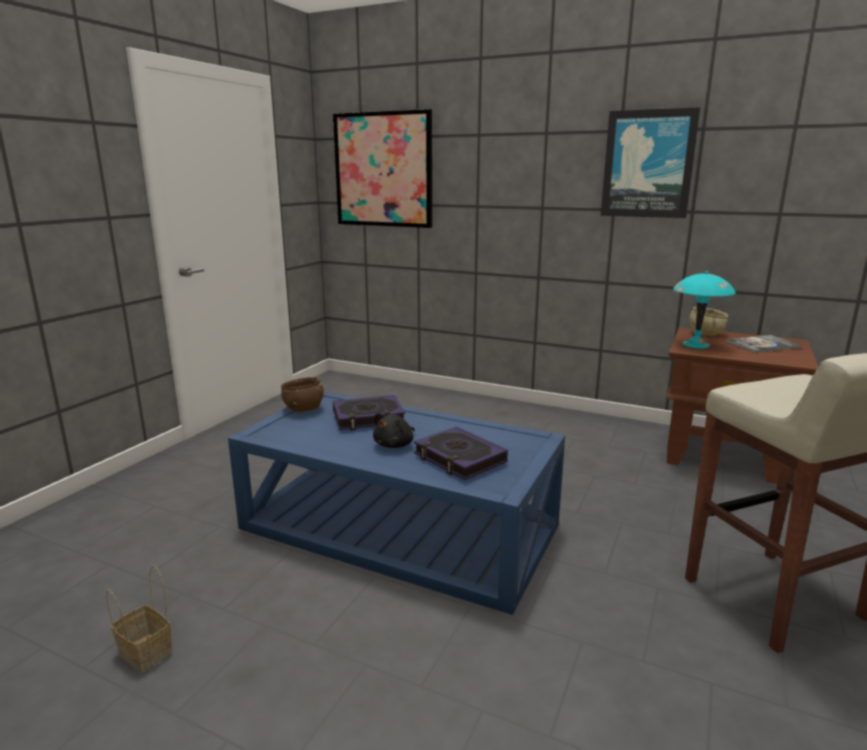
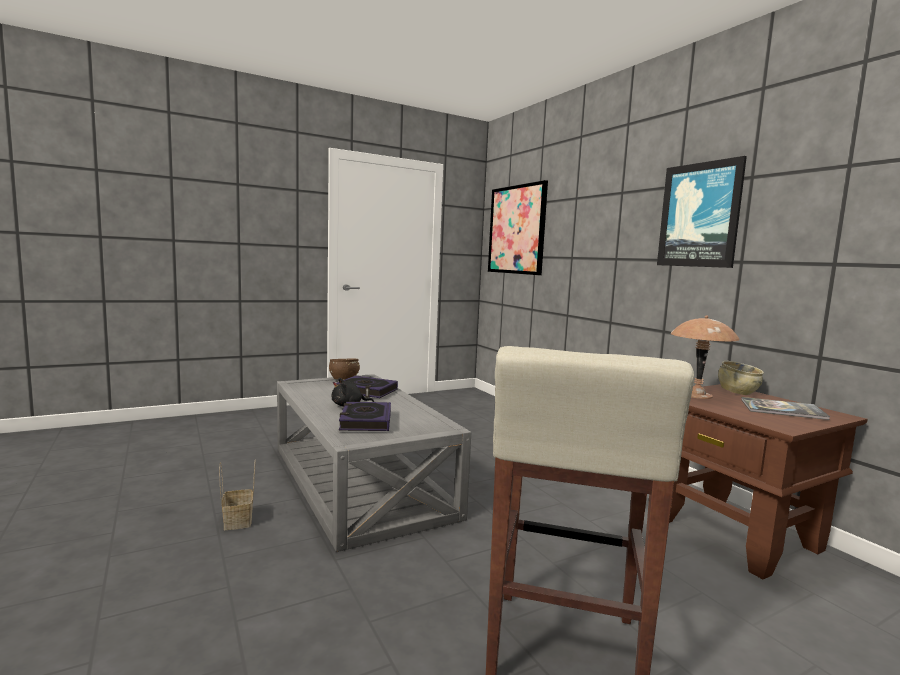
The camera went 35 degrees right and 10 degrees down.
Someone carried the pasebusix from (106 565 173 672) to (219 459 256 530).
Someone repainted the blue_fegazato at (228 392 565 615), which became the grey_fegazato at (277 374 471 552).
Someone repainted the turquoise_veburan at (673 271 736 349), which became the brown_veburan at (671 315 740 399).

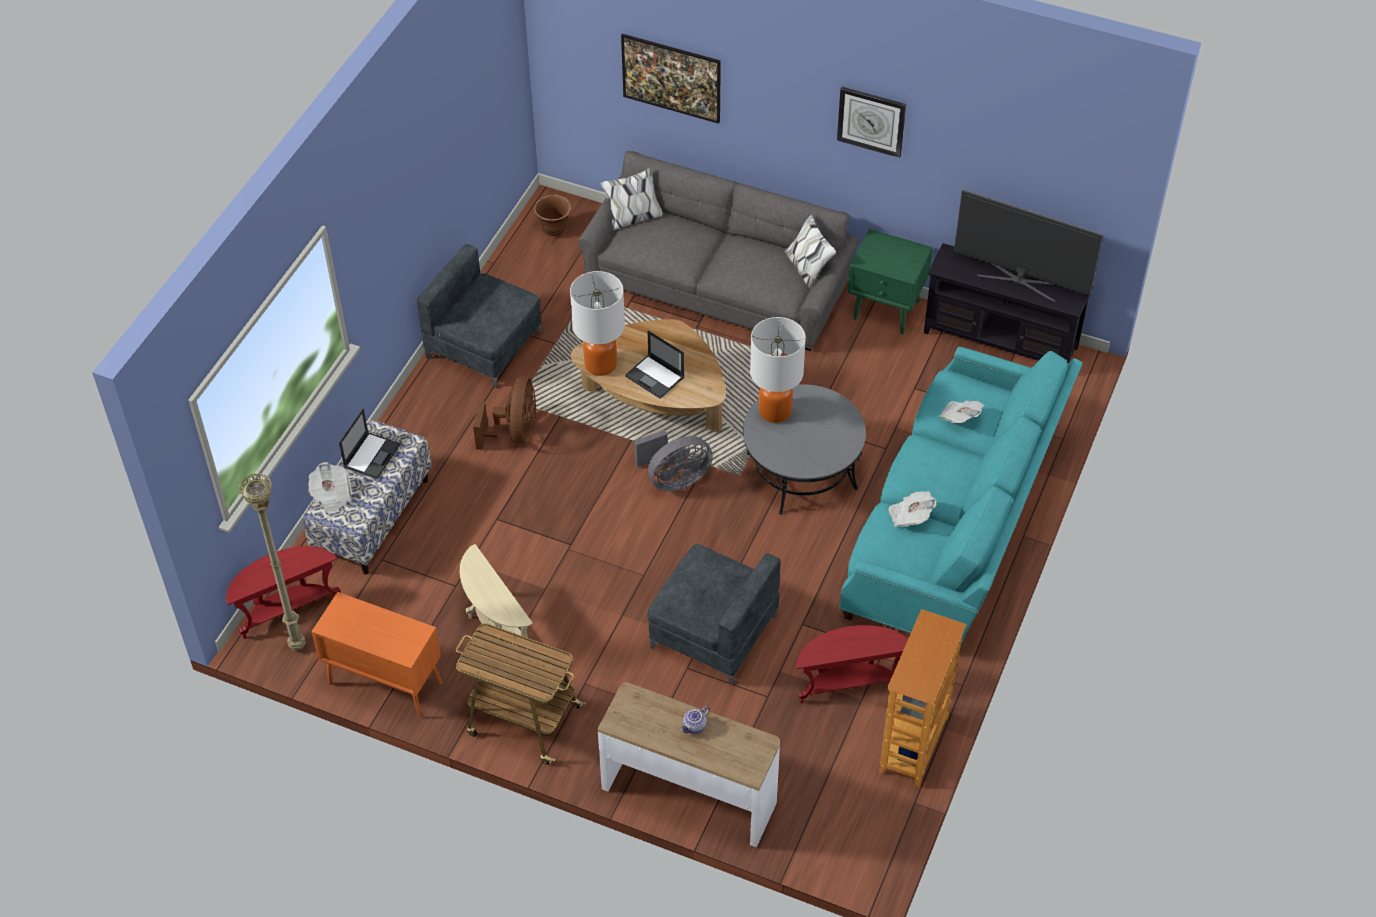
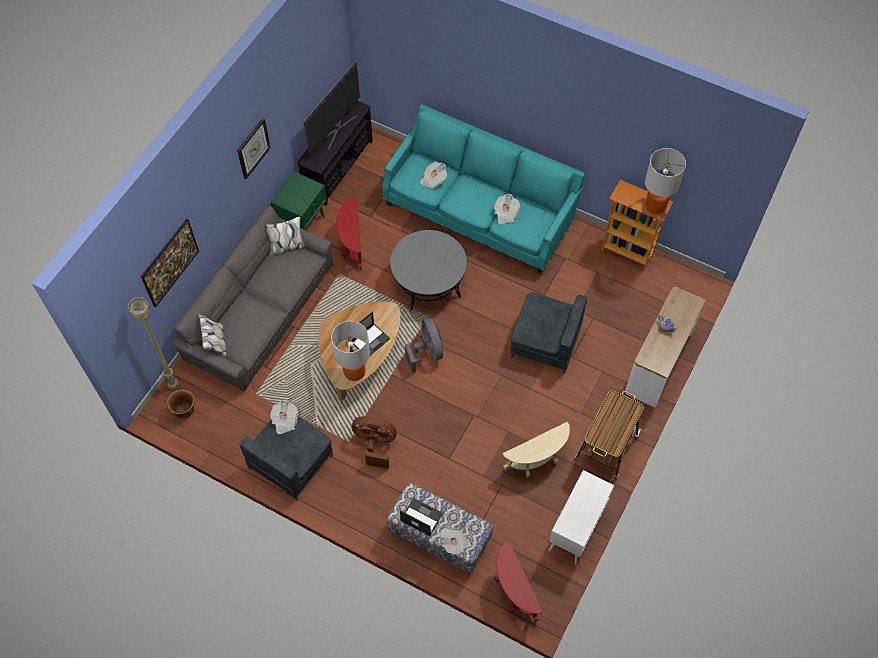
The camera went 85 degrees left and 10 degrees up.
Someone carried the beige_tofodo from (238 473 306 651) to (127 297 179 389).
Someone repainted the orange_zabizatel at (311 592 442 719), which became the white_zabizatel at (549 470 614 565).
Someone rotated the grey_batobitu at (648 544 781 685) by 75 degrees clockwise.
Someone carried the veburan from (750 317 806 423) to (645 148 686 214).
Someone carried the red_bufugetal from (796 625 908 703) to (336 197 362 271).
Someone put down the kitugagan at (270 400 298 434).

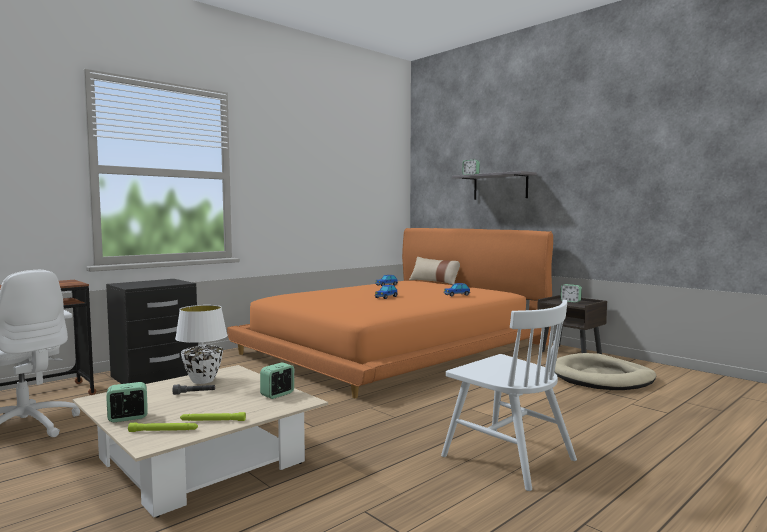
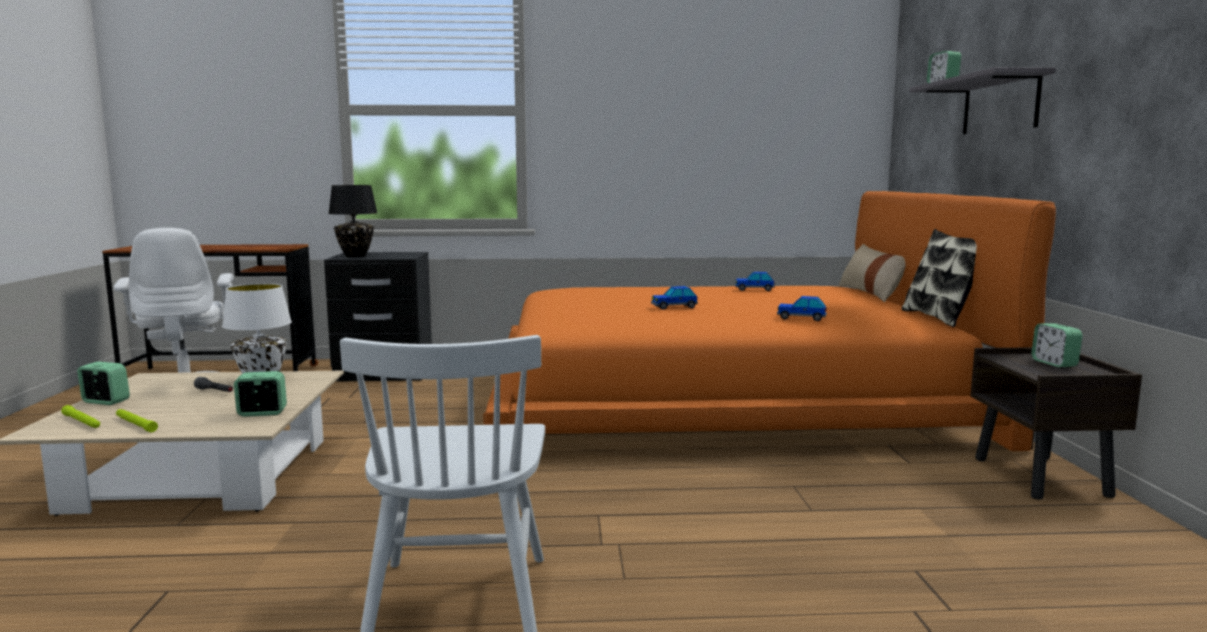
The camera went 40 degrees right and 5 degrees up.
Someone took away the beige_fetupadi at (555 353 656 390).
Someone put down the black_veburan at (328 185 377 257).
Someone put down the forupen at (902 229 977 327).

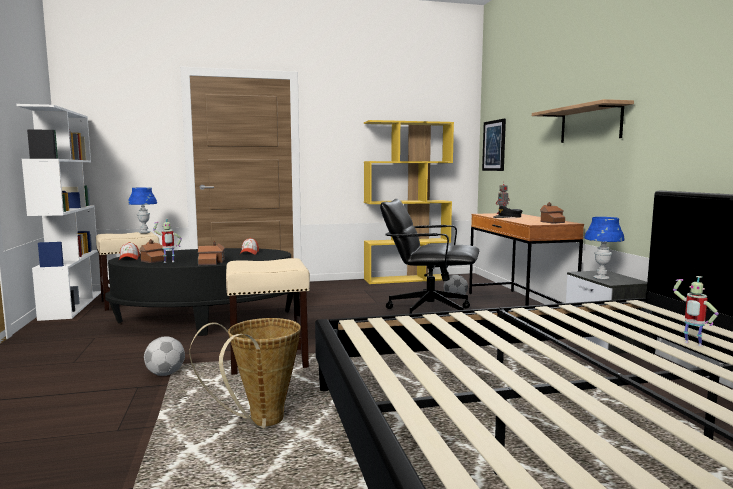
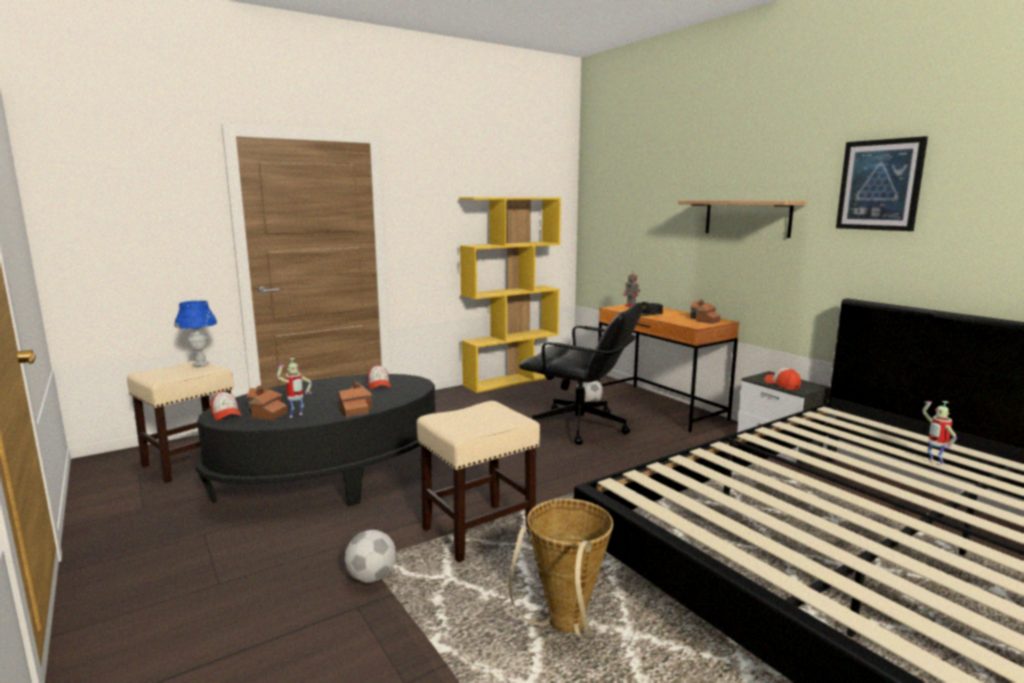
The camera went 20 degrees left and 5 degrees up.
Someone took away the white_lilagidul at (16 104 101 321).
Someone rotated the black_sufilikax at (380 199 479 314) by 150 degrees counterclockwise.
Someone carried the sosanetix from (482 119 506 171) to (836 136 928 231).
Someone swapped the blue_veburan at (584 217 625 280) for the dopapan at (765 368 801 390).
Someone rotated the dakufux at (673 276 719 346) by 45 degrees clockwise.

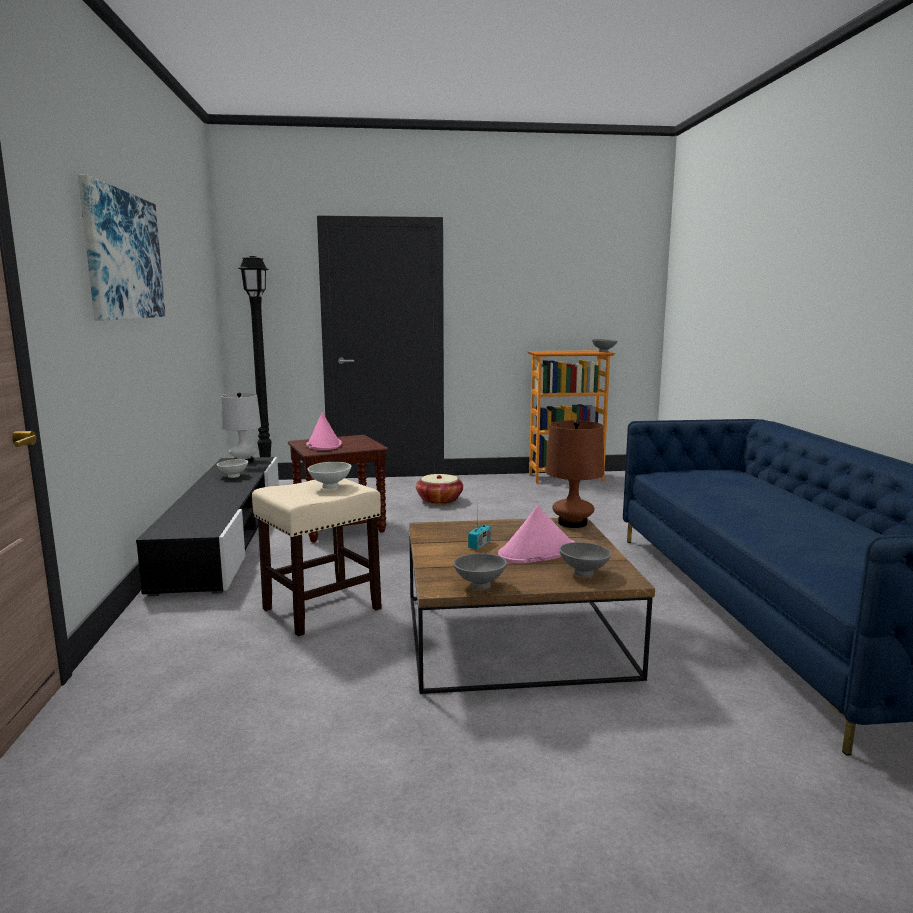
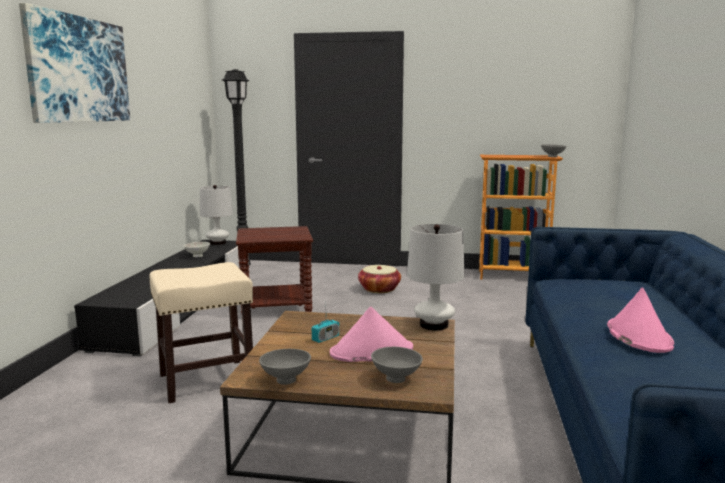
The camera went 15 degrees right and 0 degrees up.
Someone carried the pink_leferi from (306 413 342 450) to (607 287 674 353).
Someone took away the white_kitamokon at (307 462 351 489).
Someone repainted the brown_veburan at (546 420 604 528), which became the white_veburan at (407 224 464 330).

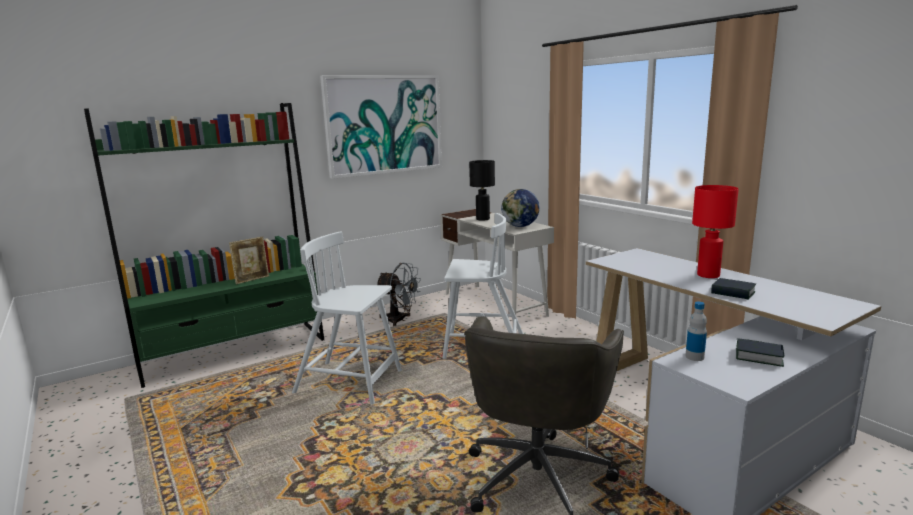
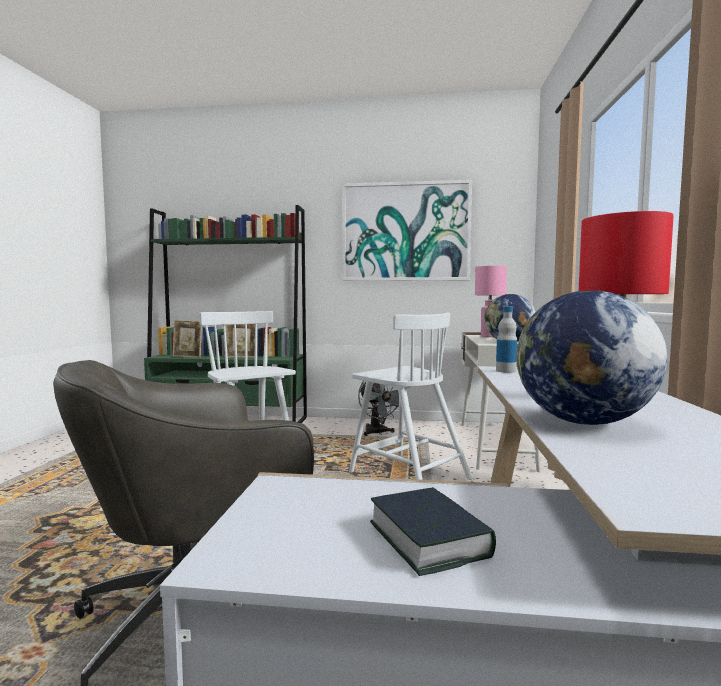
The camera went 40 degrees right and 10 degrees down.
Someone repainted the black_veburan at (469 160 495 221), which became the pink_veburan at (475 266 507 337).
Someone carried the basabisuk from (686 302 707 361) to (496 306 517 373).
Someone swapped the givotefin at (711 278 756 300) for the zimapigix at (516 290 667 425).
Someone put down the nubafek at (173 320 202 358).

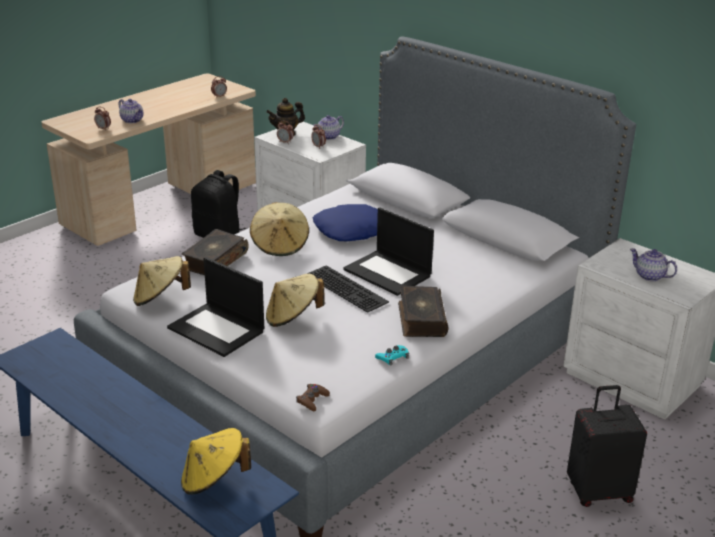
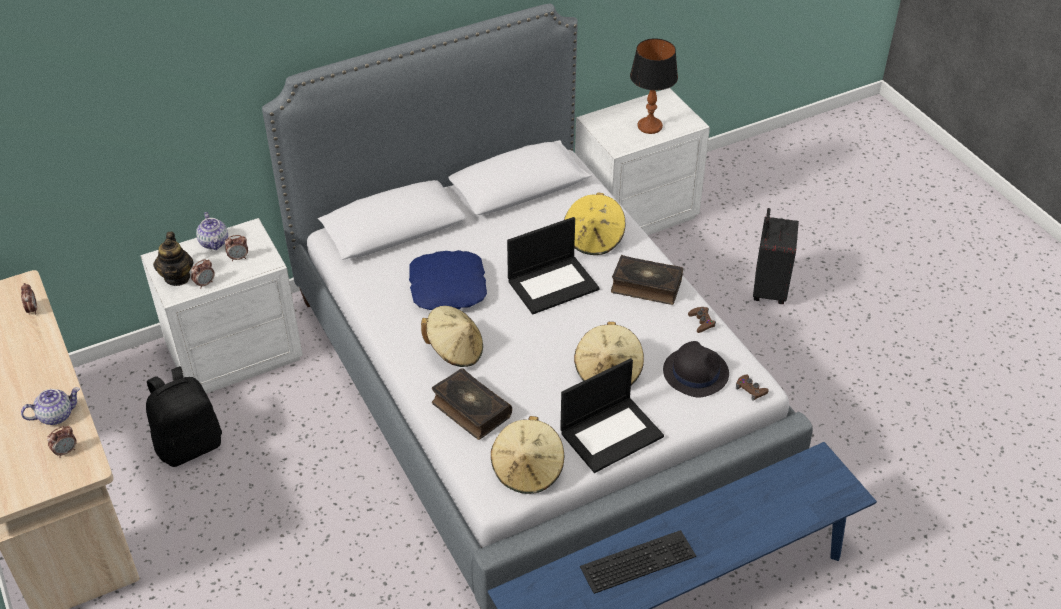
The camera went 70 degrees left and 15 degrees up.
Someone carried the yellow_leferi from (181 428 251 495) to (564 192 626 255).
Someone carried the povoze from (307 265 389 313) to (580 530 696 594).
Someone repainted the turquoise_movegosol at (375 345 409 366), which became the brown_movegosol at (688 307 716 333).
Someone swapped the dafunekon at (630 248 677 281) for the veburan at (630 38 678 134).
Someone put down the black_leferi at (663 341 729 398).

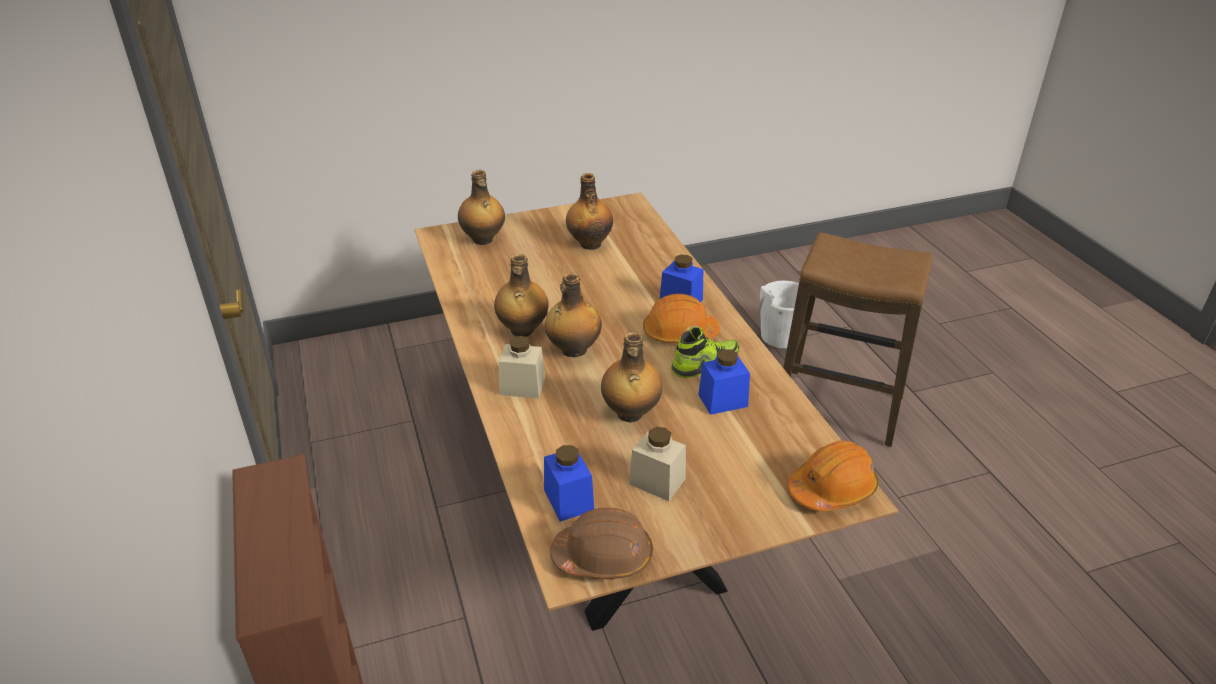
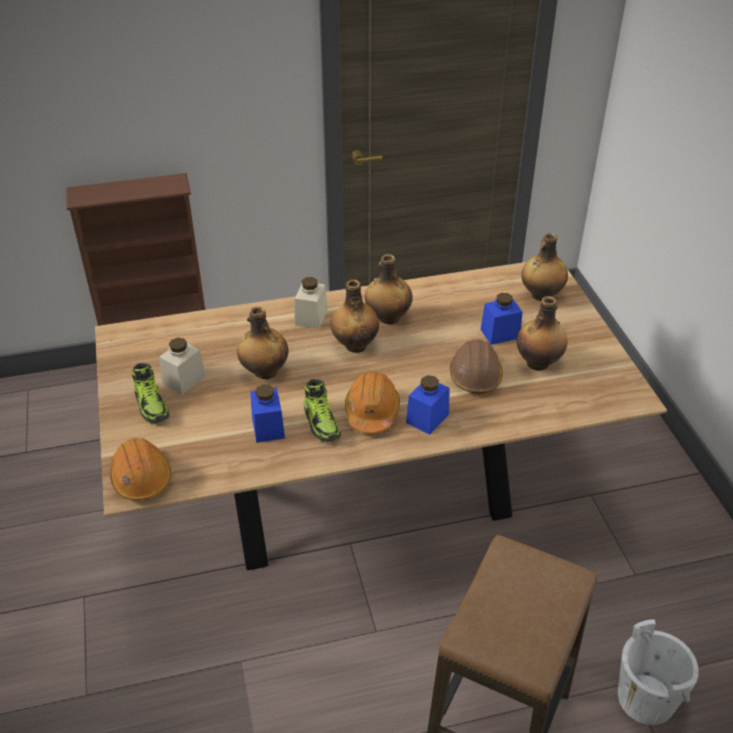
The camera went 95 degrees right and 5 degrees up.
Someone carried the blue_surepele from (544 445 594 522) to (480 293 522 345).
Someone carried the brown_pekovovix from (550 508 653 579) to (450 339 503 394).
Someone put down the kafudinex at (131 363 170 423).

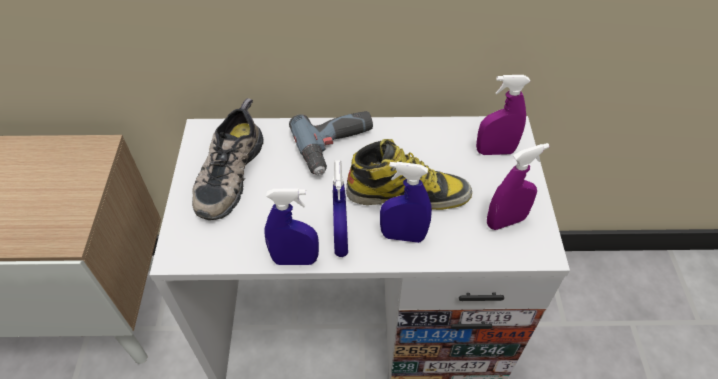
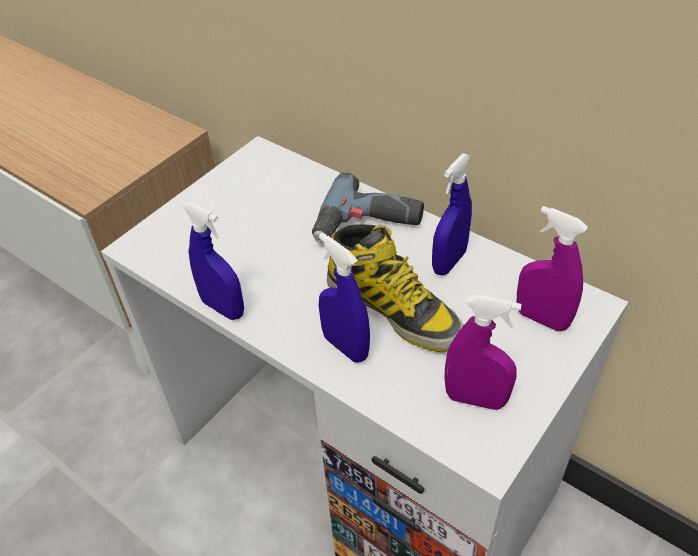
The camera went 40 degrees right and 5 degrees down.
Someone took away the kafudinex at (192 98 264 220).
Someone carried the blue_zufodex from (333 160 348 257) to (432 153 472 276).

